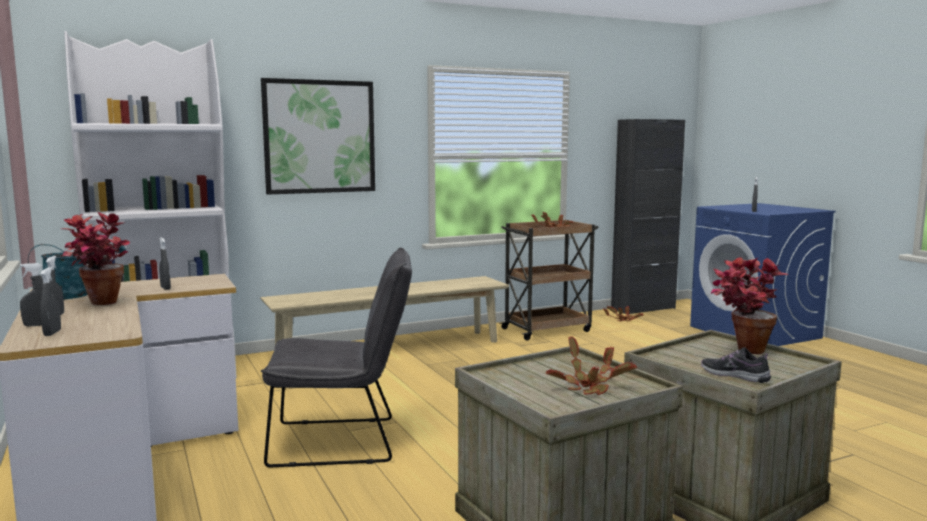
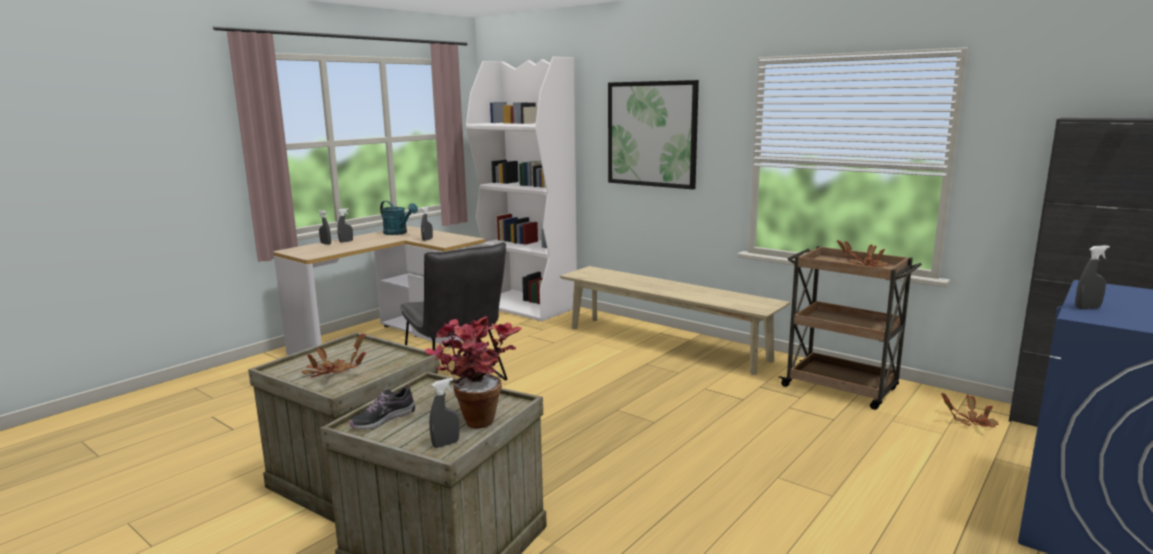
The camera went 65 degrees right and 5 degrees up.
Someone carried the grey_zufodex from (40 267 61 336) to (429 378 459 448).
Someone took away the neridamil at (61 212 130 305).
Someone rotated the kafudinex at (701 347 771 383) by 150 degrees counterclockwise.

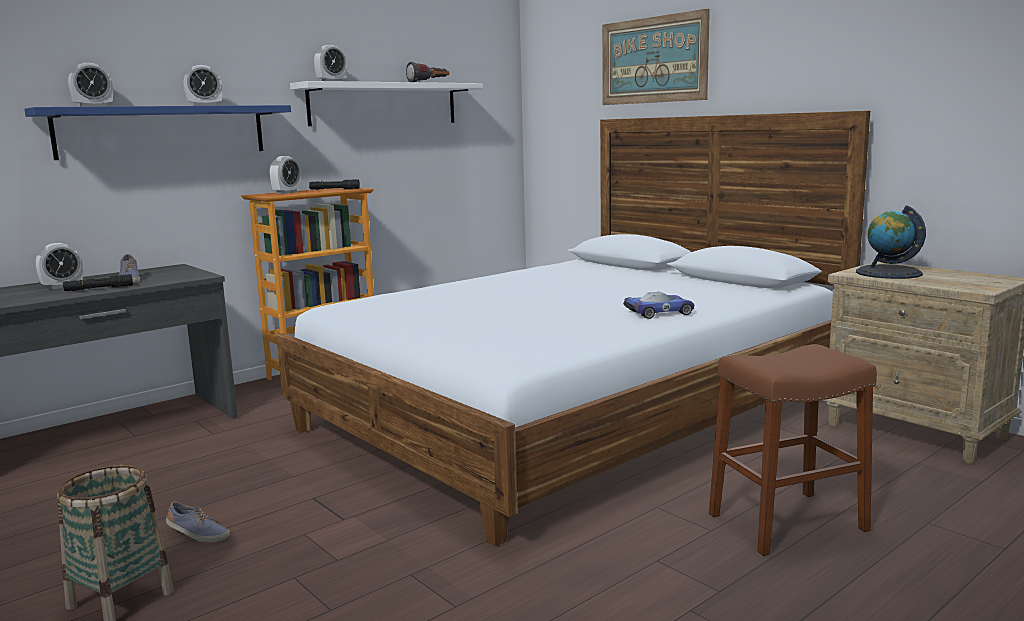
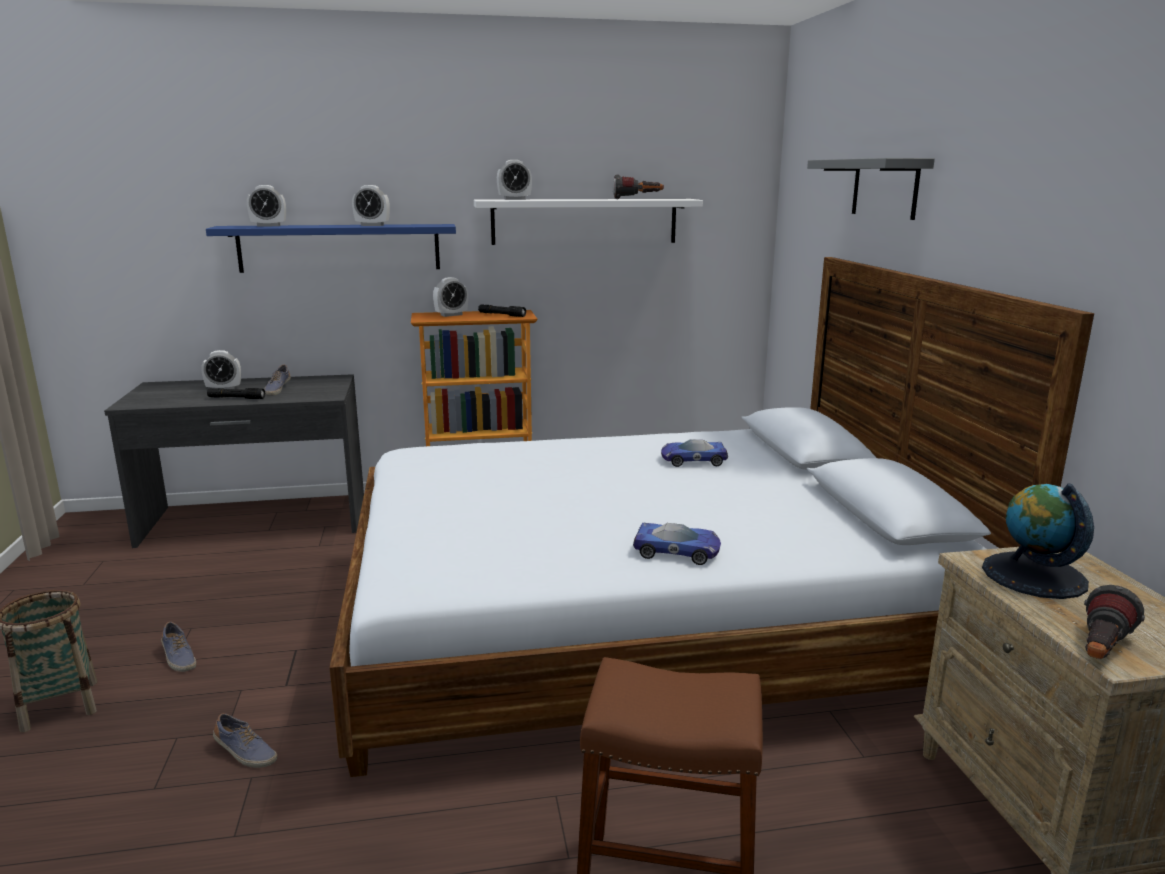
The camera went 30 degrees right and 5 degrees up.
Someone swapped the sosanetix at (602 9 710 105) for the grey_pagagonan at (807 158 935 220).
Someone put down the kafudinex at (213 713 277 768).
Someone put down the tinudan at (661 439 728 467).
Someone put down the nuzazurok at (1084 585 1145 659).

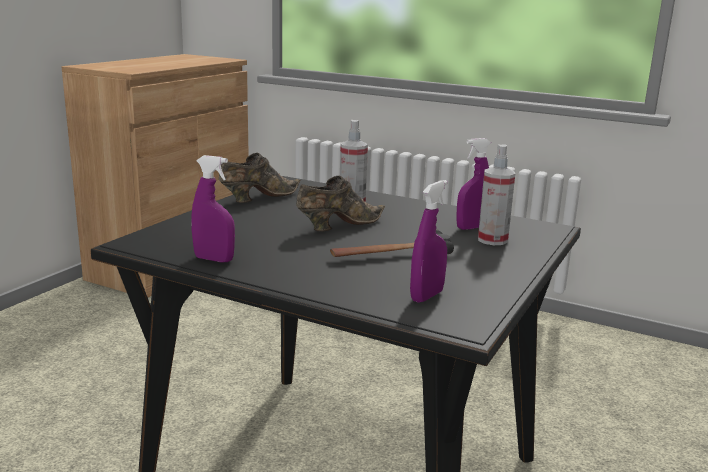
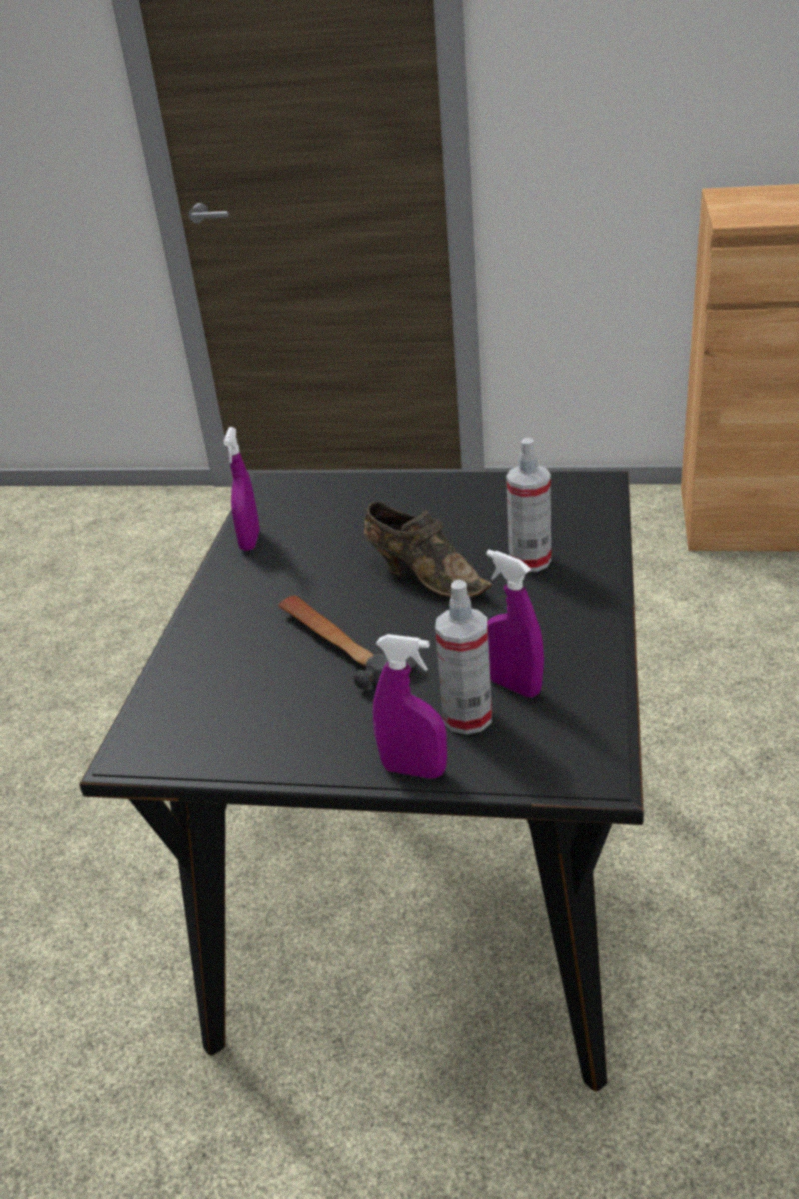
The camera went 75 degrees right and 15 degrees up.
Someone took away the brown_kafudinex at (219 153 300 203).
Someone carried the purple_zufodex from (410 180 448 303) to (373 634 447 779).

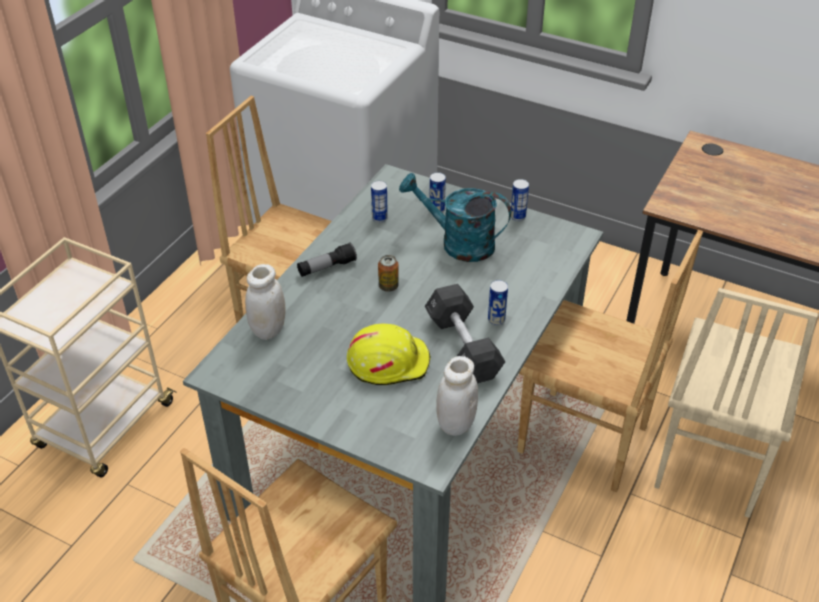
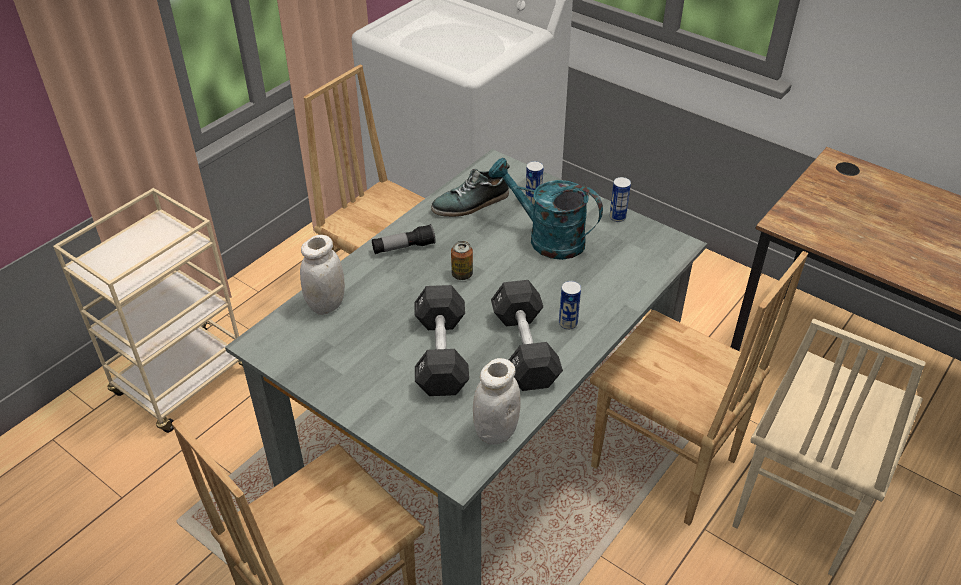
The camera went 10 degrees right and 0 degrees up.
Someone swapped the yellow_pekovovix at (347 323 431 385) for the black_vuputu at (414 285 469 396).
Someone swapped the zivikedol at (371 181 388 223) for the kafudinex at (431 163 510 217).

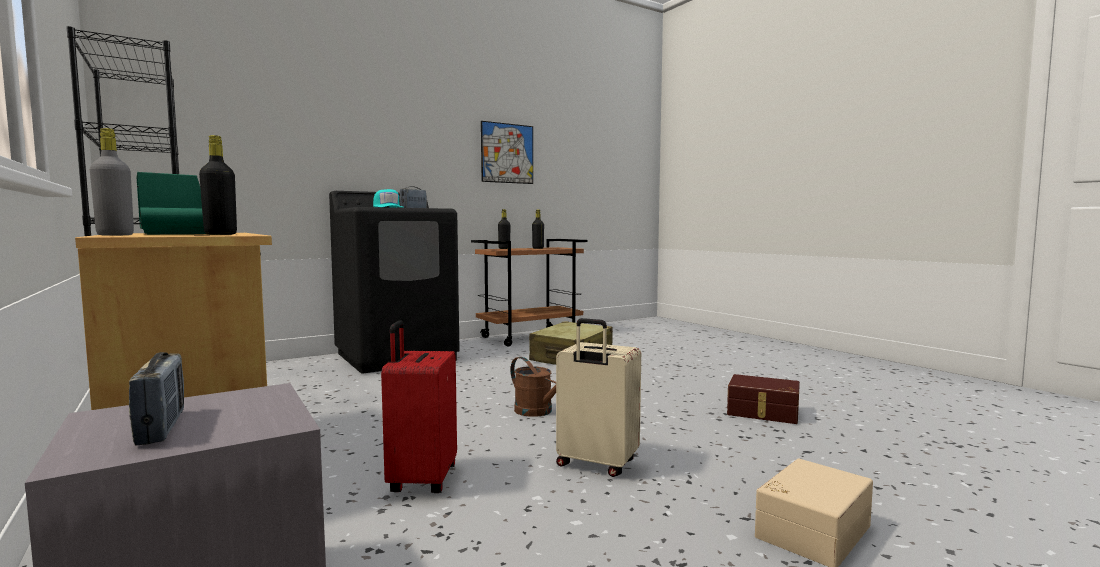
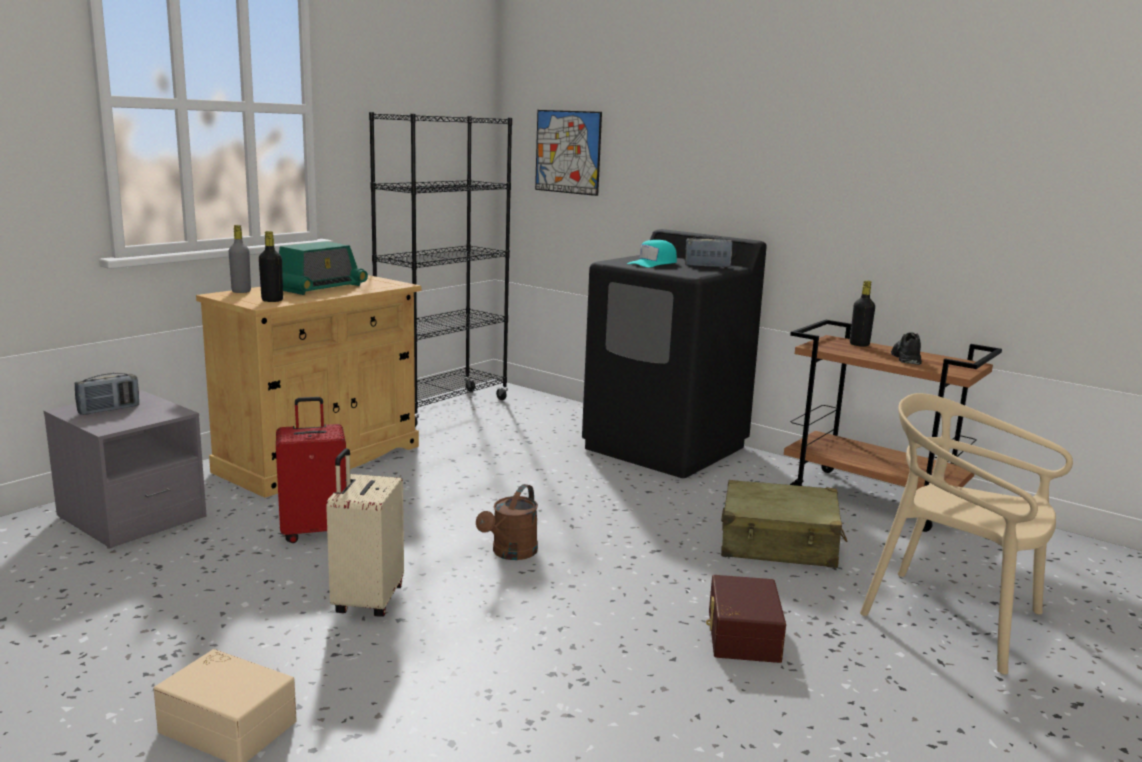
The camera went 70 degrees right and 10 degrees up.
Someone carried the sosanetix from (481 121 533 184) to (535 110 602 196).
Someone swapped the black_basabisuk at (532 210 544 249) for the black_kafudinex at (891 332 922 365).
Someone carried the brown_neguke from (727 374 800 424) to (706 575 786 663).
Someone put down the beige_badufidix at (860 393 1073 675).

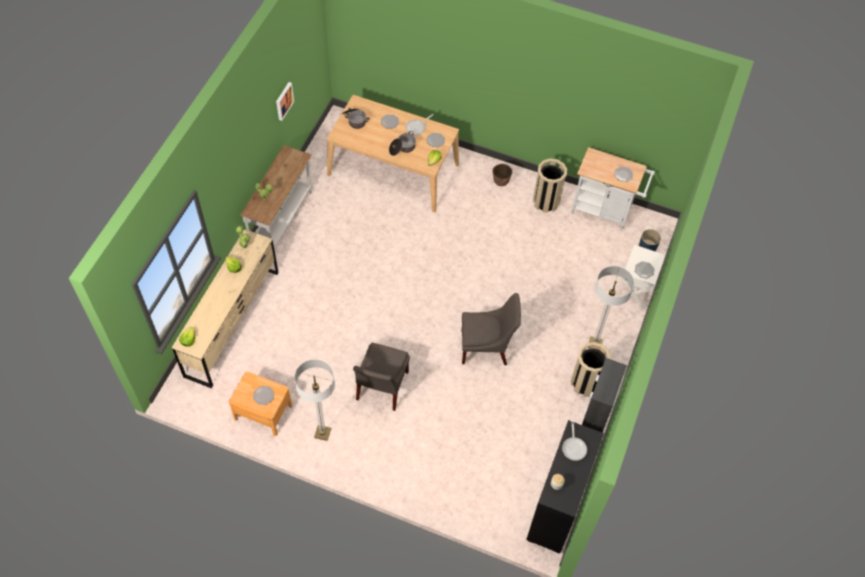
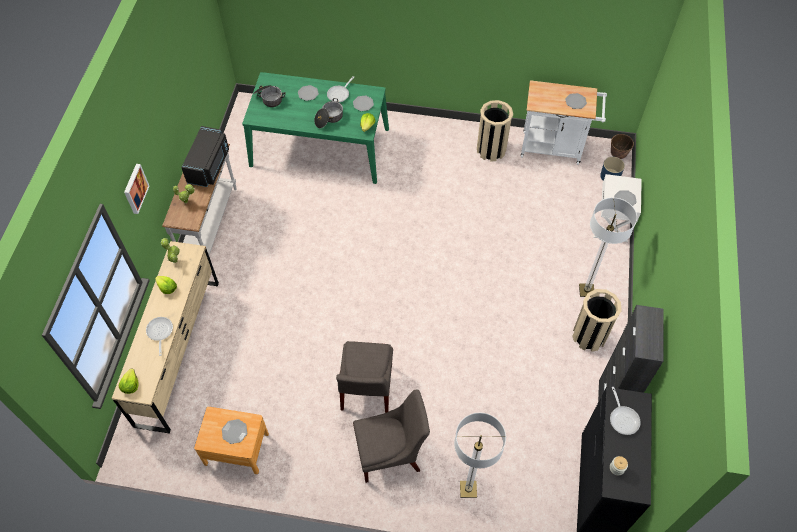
The camera went 10 degrees left and 0 degrees up.
Someone carried the sosanetix from (276 82 294 121) to (124 164 149 214).
Someone carried the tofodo from (294 359 335 441) to (454 413 506 498).
Someone repainted the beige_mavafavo at (327 95 459 213), which became the green_mavafavo at (242 72 389 184).
Someone carried the grey_badufidix from (462 293 521 365) to (353 389 430 483).
Someone carried the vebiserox from (492 164 512 186) to (611 134 634 159).
Someone put down the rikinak at (146 317 173 356).
Someone put down the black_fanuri at (181 126 229 187).

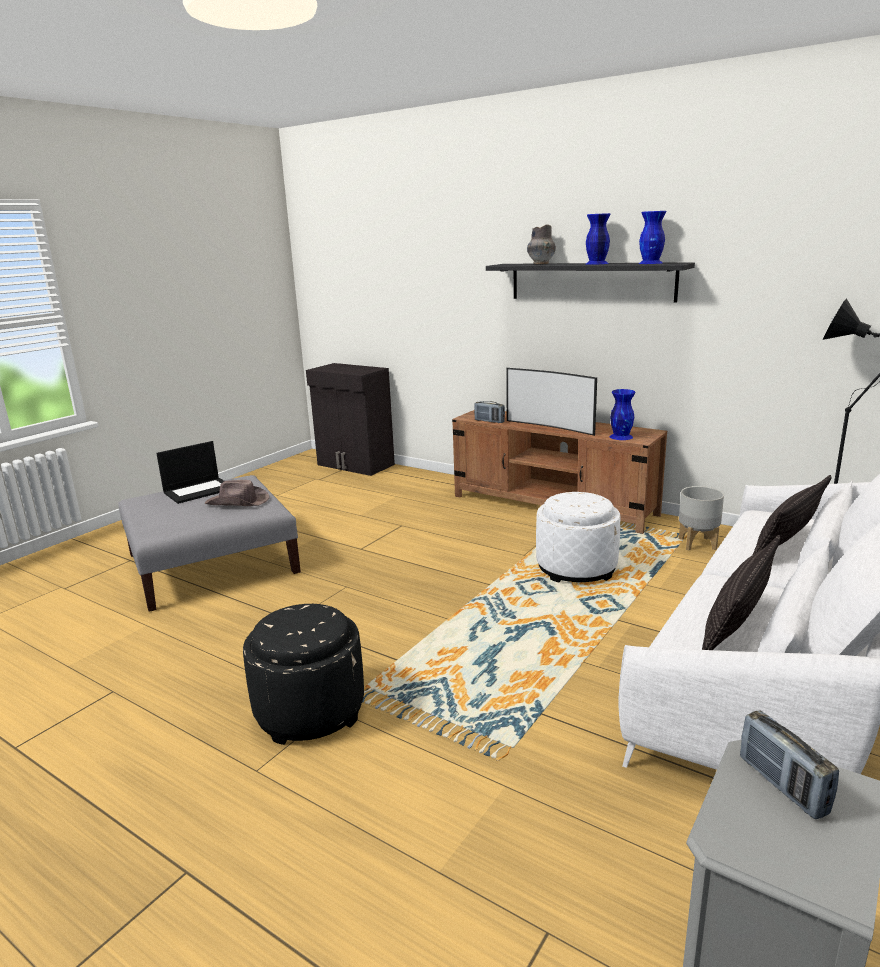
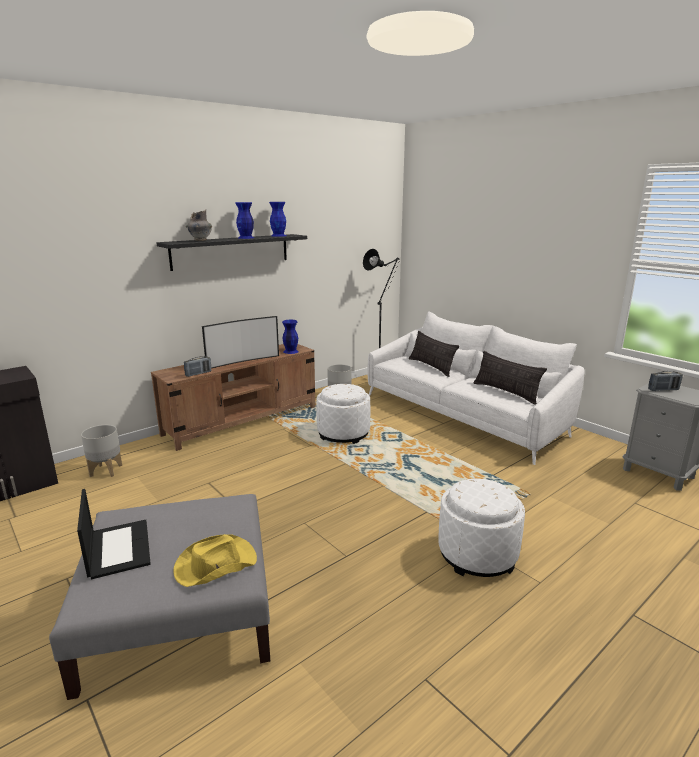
The camera went 75 degrees left and 0 degrees up.
Someone took away the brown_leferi at (205 480 270 506).
Someone repainted the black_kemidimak at (243 604 364 745), which became the white_kemidimak at (438 479 525 577).
Someone put down the grey_vebiserox at (81 425 122 477).
Someone put down the yellow_leferi at (173 534 257 587).

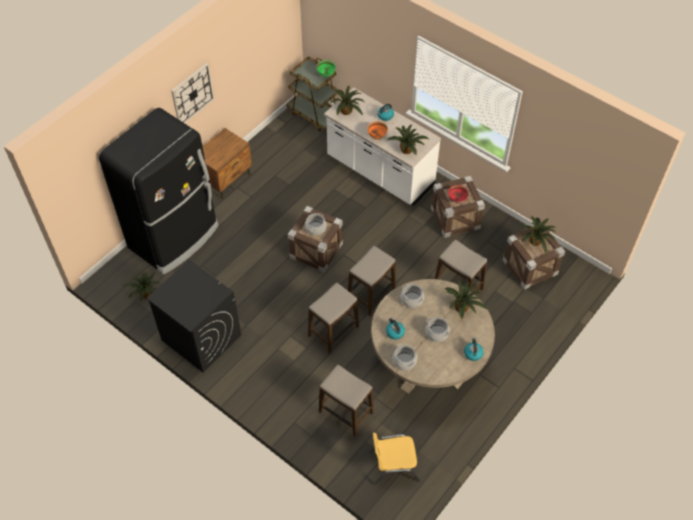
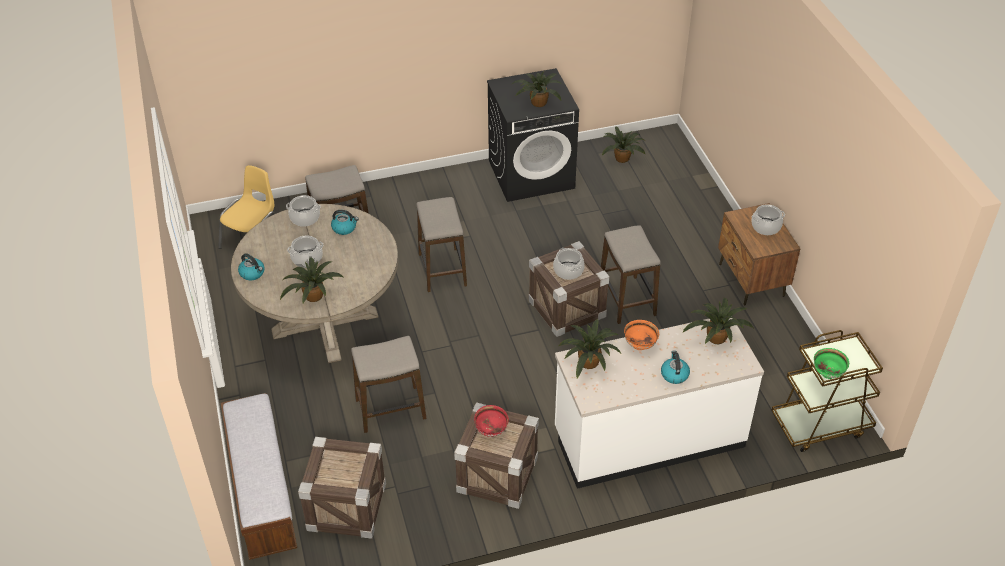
The camera went 125 degrees right and 10 degrees down.
Someone took away the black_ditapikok at (99 108 218 274).
Someone took away the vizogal at (171 63 214 123).
Someone carried the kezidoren from (348 246 396 316) to (601 225 661 324).
Someone carried the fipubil from (401 284 424 308) to (751 205 785 235).
Someone carried the neridamil from (521 216 556 253) to (511 71 562 107).
Someone put down the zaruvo at (221 393 297 560).

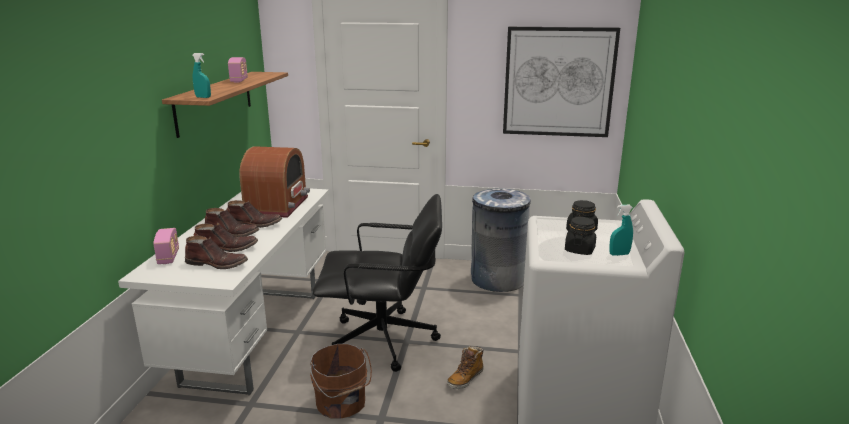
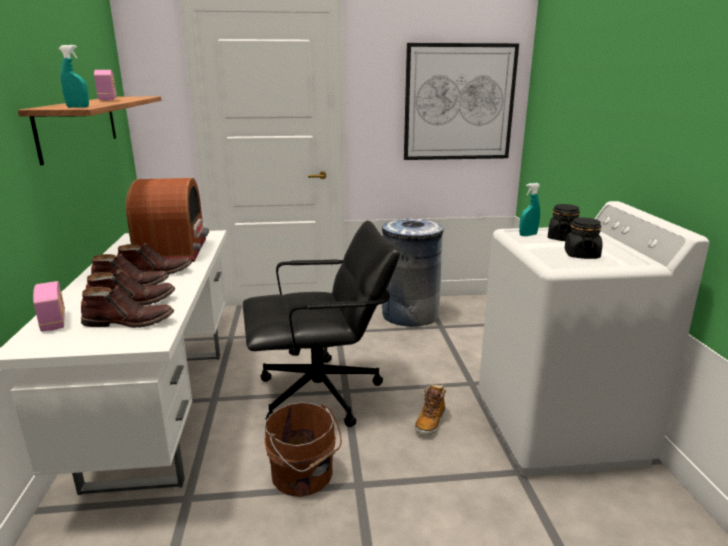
The camera went 15 degrees left and 0 degrees up.
Someone carried the turquoise_zufodex from (609 205 633 256) to (519 183 540 236).

